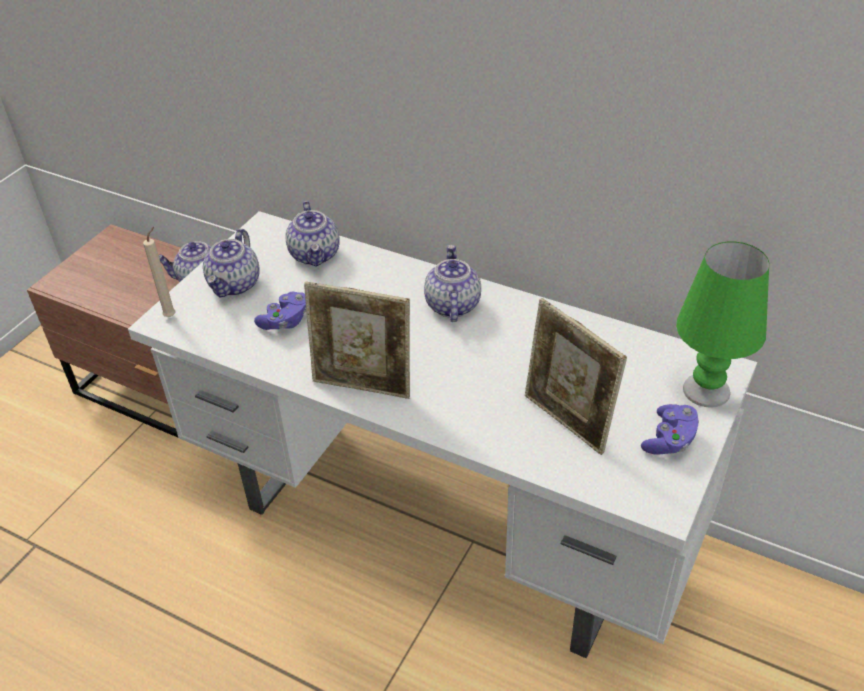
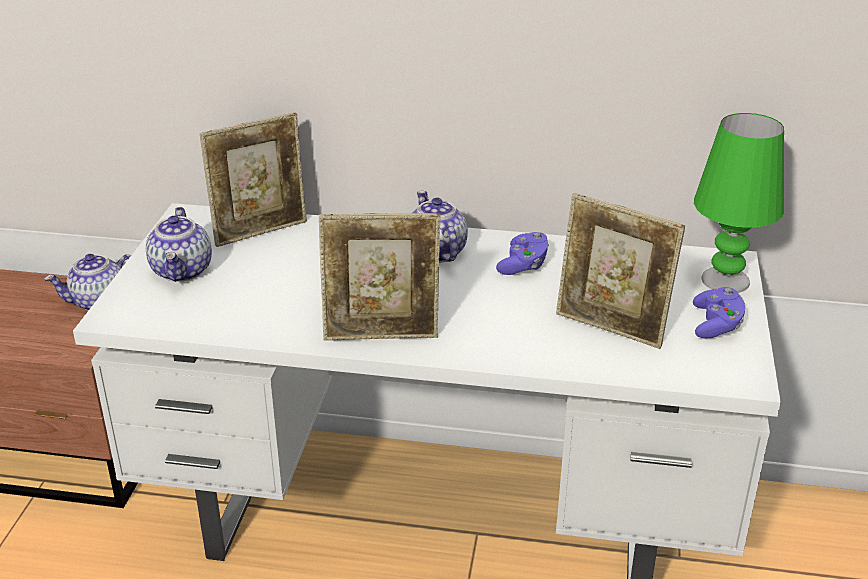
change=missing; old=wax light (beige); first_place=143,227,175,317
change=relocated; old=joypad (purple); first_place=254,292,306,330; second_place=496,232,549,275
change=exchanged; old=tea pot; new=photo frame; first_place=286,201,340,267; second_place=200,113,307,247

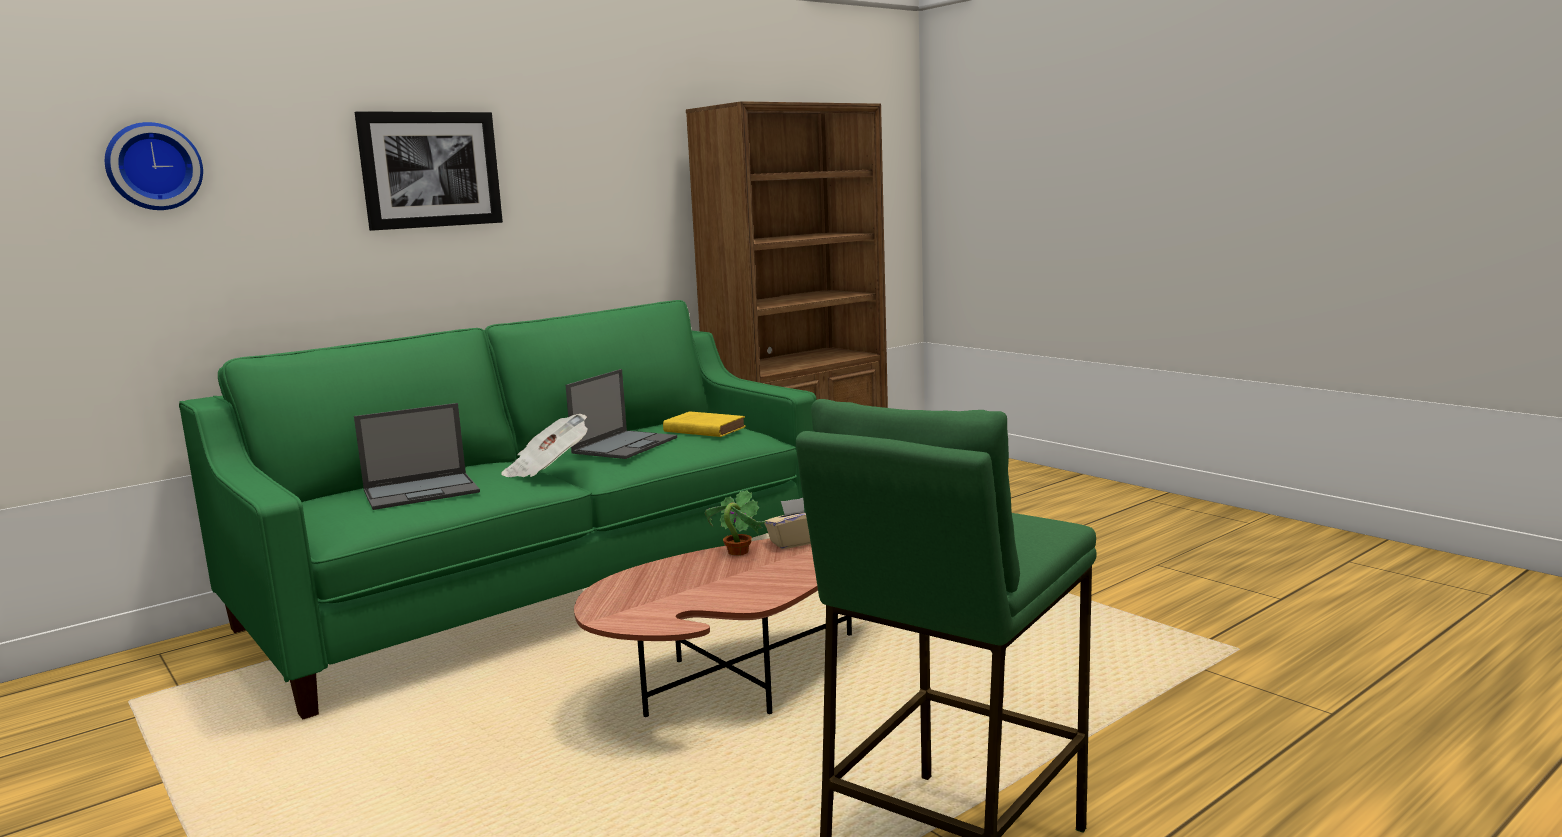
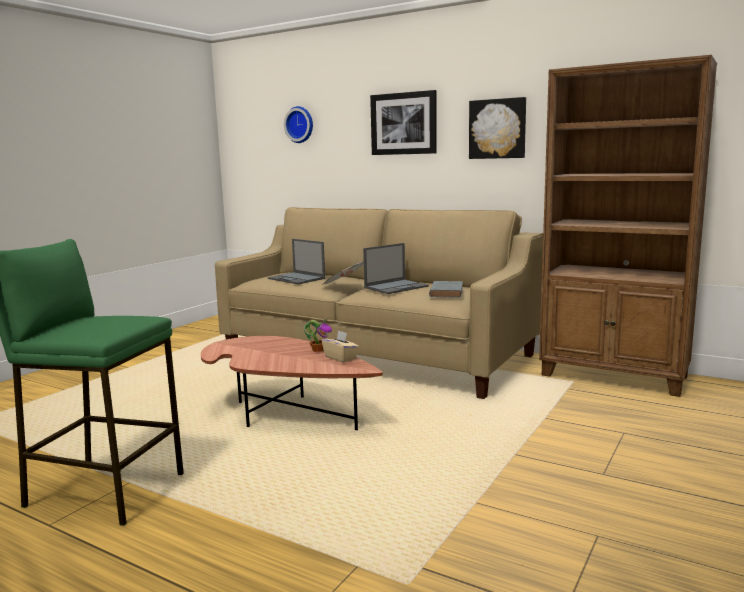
change=colour; old=couch (green); new=couch (beige); first_place=179,300,817,720; second_place=215,207,543,399
change=spun; old=laptop; first_place=566,369,677,459; second_place=363,243,429,294; degrees=-45
change=colour; old=volume (yellow); new=volume (greyish); first_place=663,411,746,437; second_place=429,281,463,298
change=appeared; new=wall art; second_place=469,97,526,159

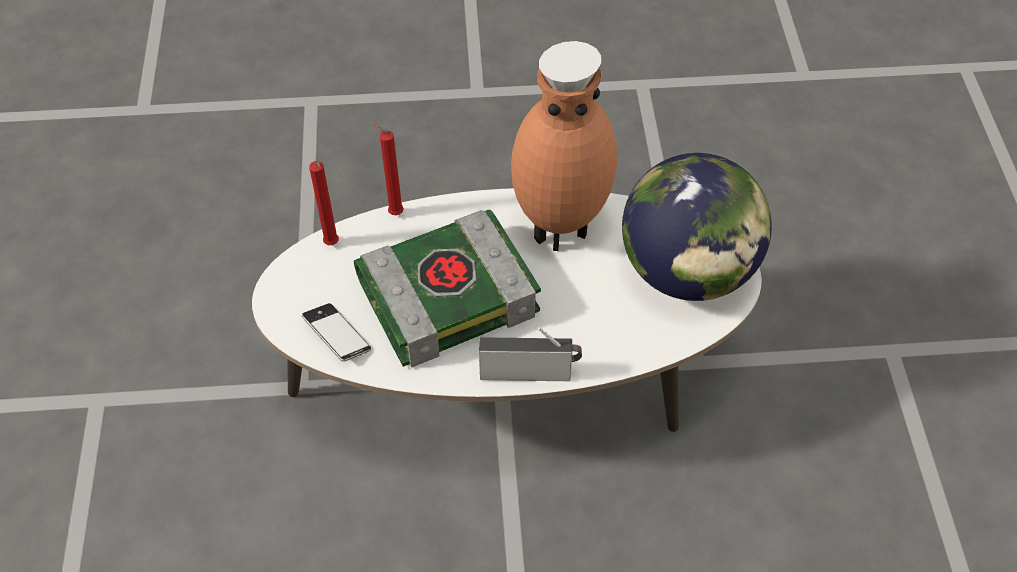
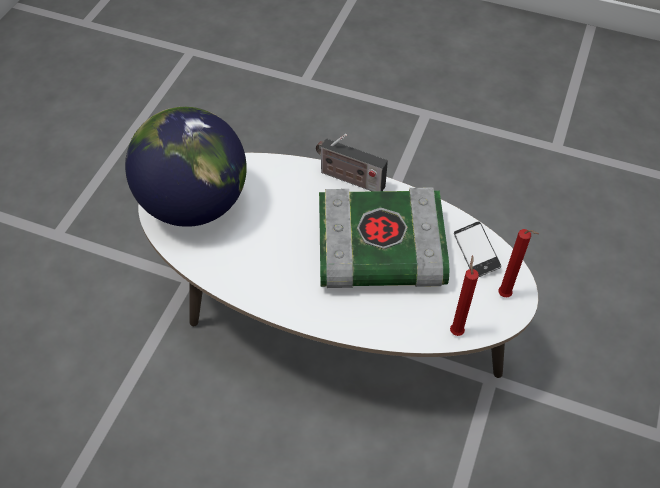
change=relocated; old=wax light (reddish); first_place=372,122,404,215; second_place=498,229,539,297
change=missing; old=decorative vase (brown-coloured); first_place=511,41,617,251

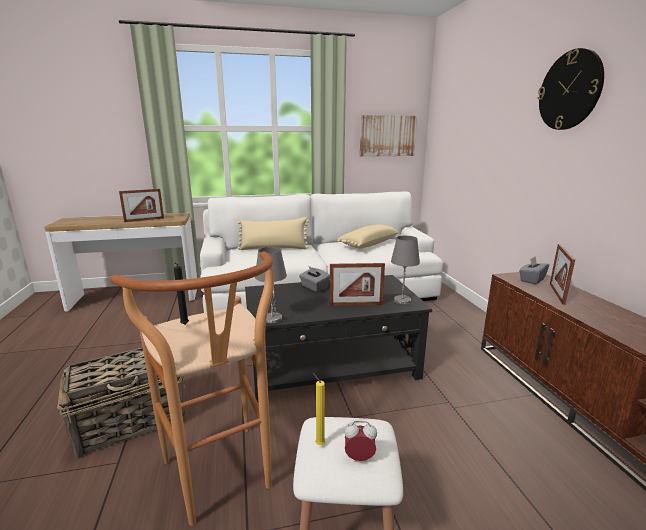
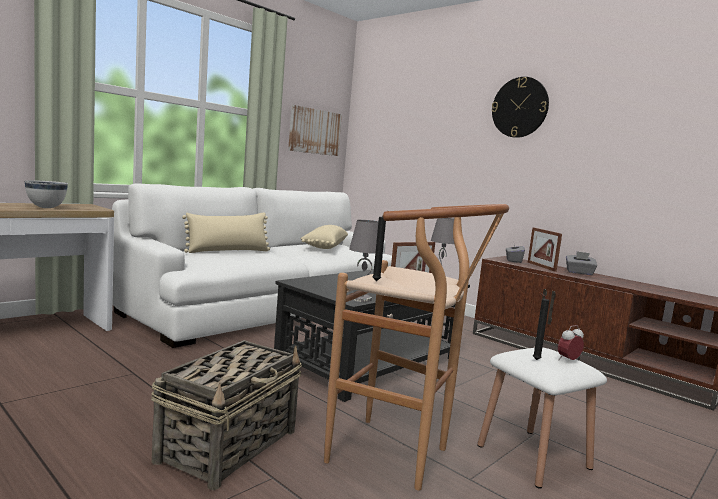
change=exchanged; old=photo frame; new=bowl (white); first_place=119,189,164,222; second_place=24,180,68,208
change=relocated; old=tissue box (greyish); first_place=299,266,330,292; second_place=566,251,597,275
change=colour; old=wax light (yellow); new=wax light (blackish); first_place=313,373,325,445; second_place=533,292,549,360

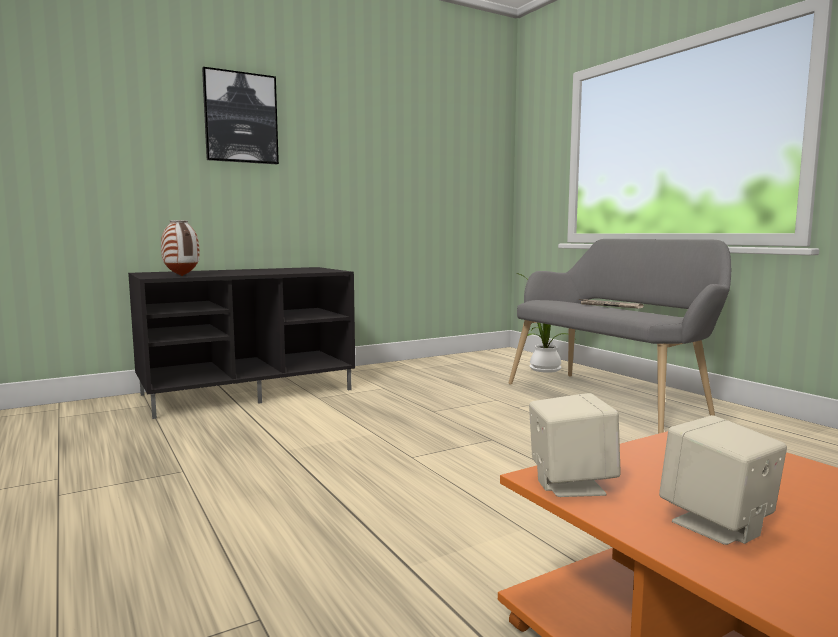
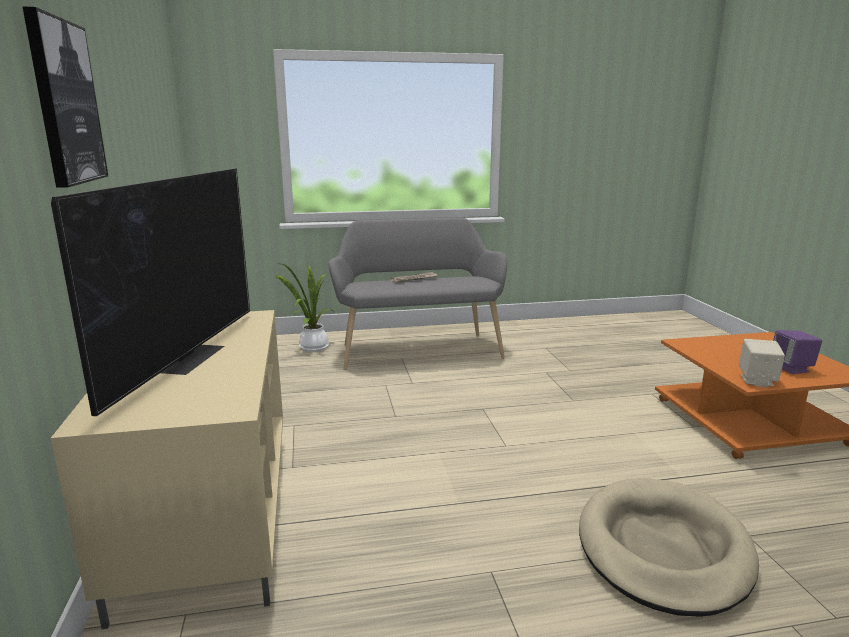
change=colour; old=tv unit (blackish); new=tv unit (beige); first_place=128,267,355,419; second_place=51,310,283,629
change=missing; old=decorative vase; first_place=161,220,200,276
change=colour; old=speaker (beige); new=speaker (purple); first_place=659,415,787,545; second_place=773,330,822,374
change=appeared; new=television; second_place=51,168,250,416
change=appeared; new=dog cushion (beige); second_place=579,478,759,617

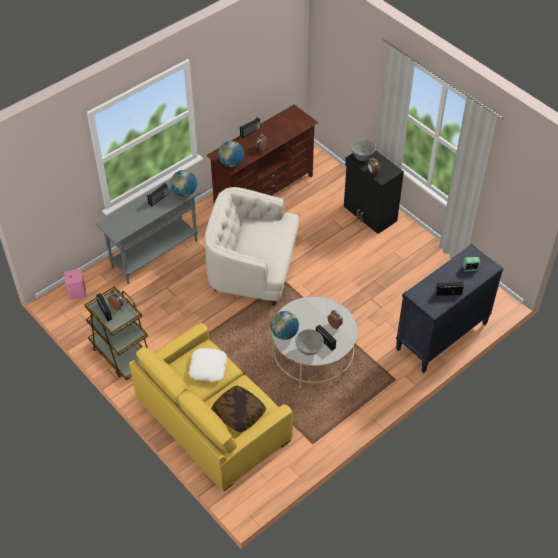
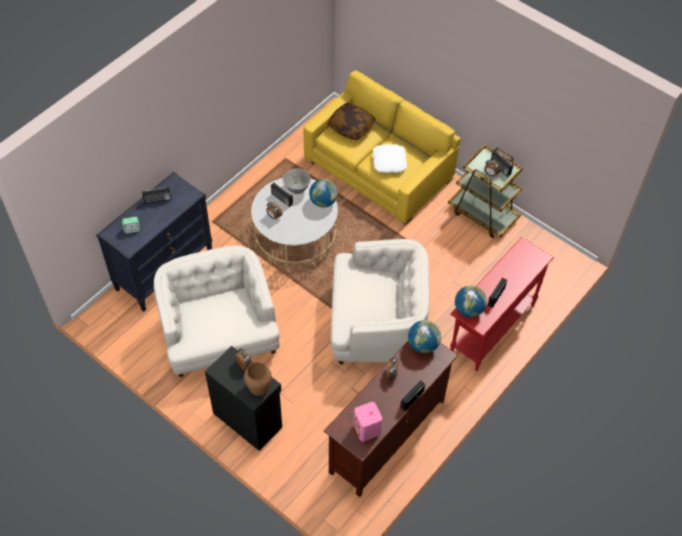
change=relocated; old=speaker (pink); first_place=64,269,86,300; second_place=354,402,382,442
change=colour; old=hall table (greyish); new=hall table (reddish); first_place=96,180,201,284; second_place=450,237,554,371
change=exchanged; old=bowl (greyish); new=decorative vase (brown-coloured); first_place=351,139,376,161; second_place=244,362,272,396
change=appeared; new=easy chair (white); second_place=154,245,280,377

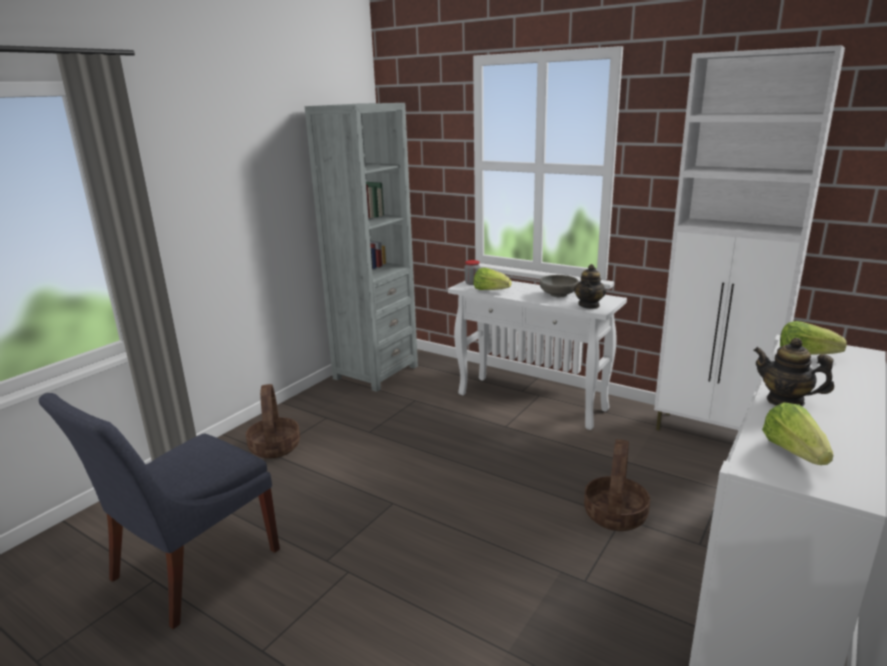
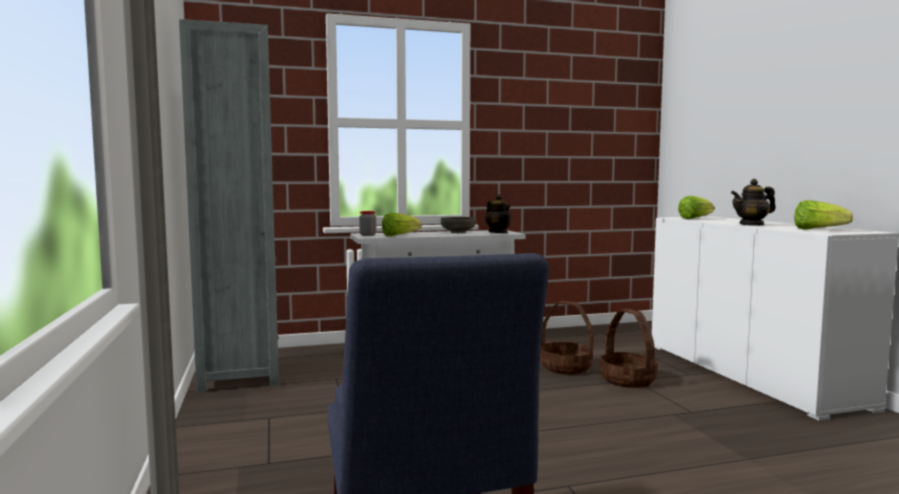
change=relocated; old=storage basket; first_place=246,384,300,459; second_place=540,301,594,375
change=missing; old=cabinet (white); first_place=654,45,845,430

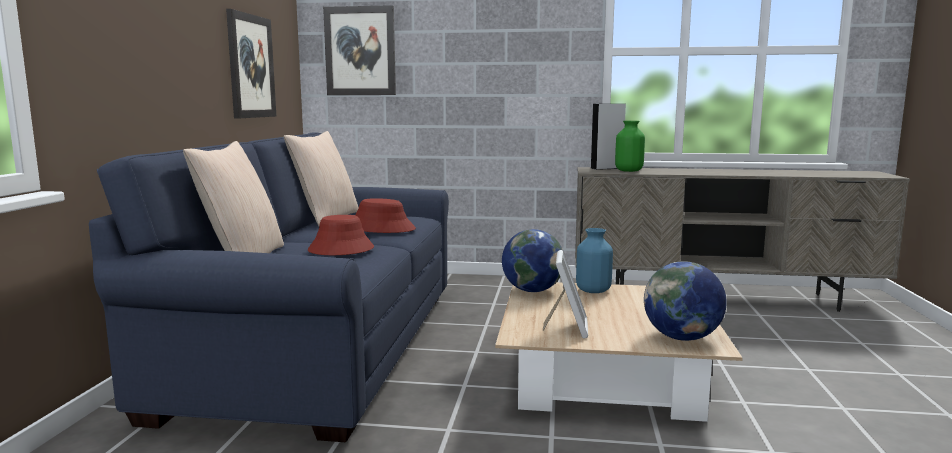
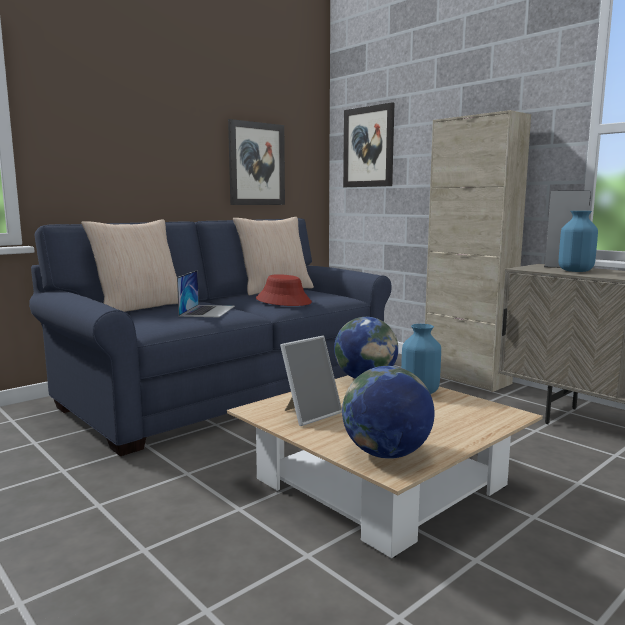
change=exchanged; old=clothing hat (reddish); new=laptop; first_place=308,215,374,255; second_place=177,270,235,317
change=colour; old=decorative vase (green); new=decorative vase (blue-coloured); first_place=615,121,645,172; second_place=558,211,598,272
change=appeared; new=cabinet (beige); second_place=425,110,531,392

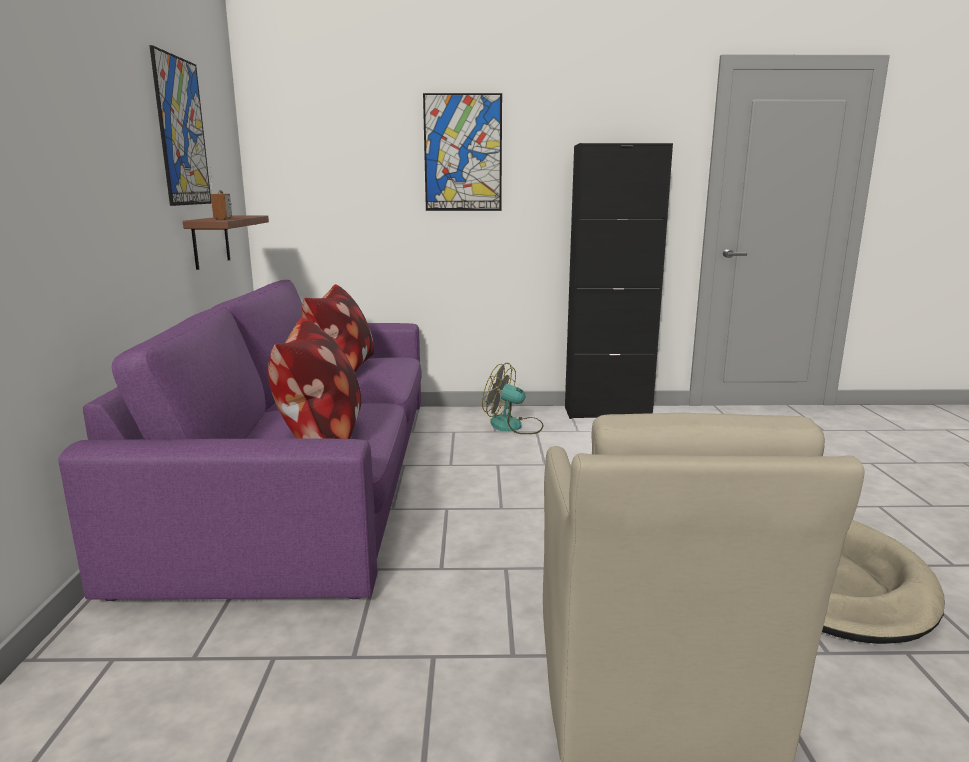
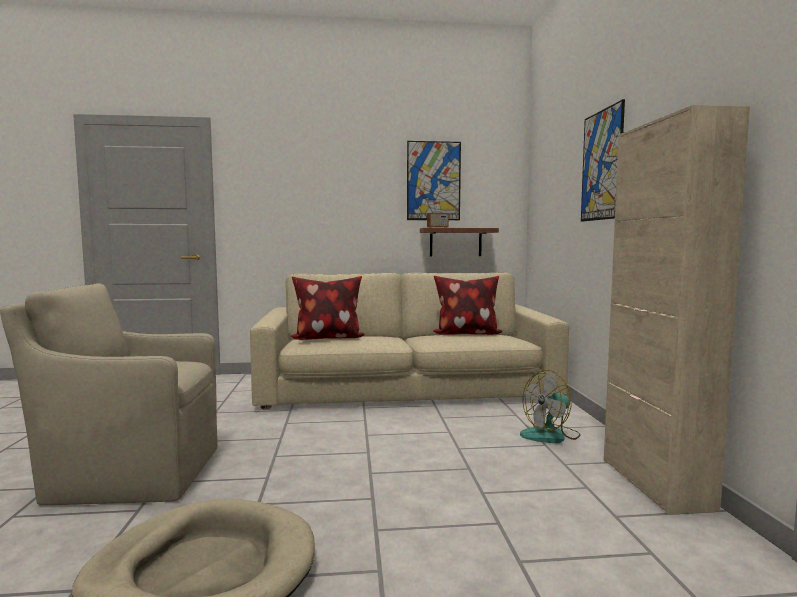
change=colour; old=couch (purple); new=couch (beige); first_place=58,280,422,601; second_place=250,273,569,409
change=spun; old=cooling fan; first_place=482,363,544,434; second_place=520,370,580,443; degrees=-135
change=colour; old=cabinet (blackish); new=cabinet (beige); first_place=565,143,673,419; second_place=604,105,750,515

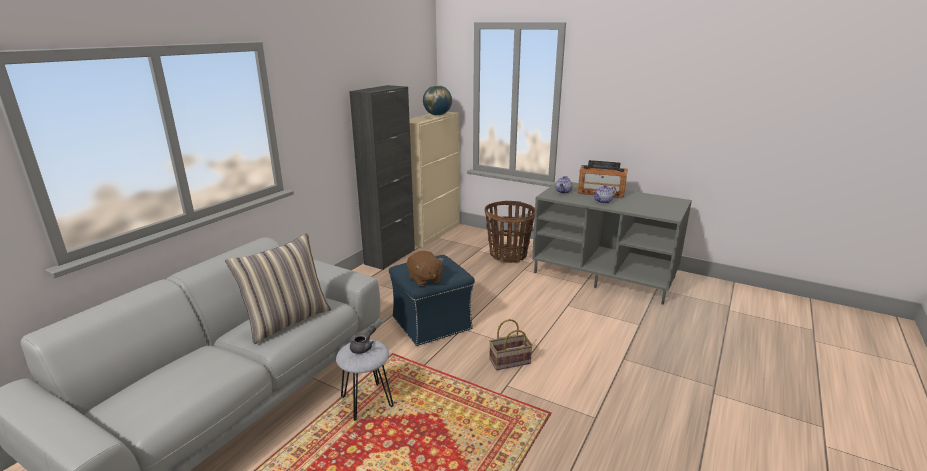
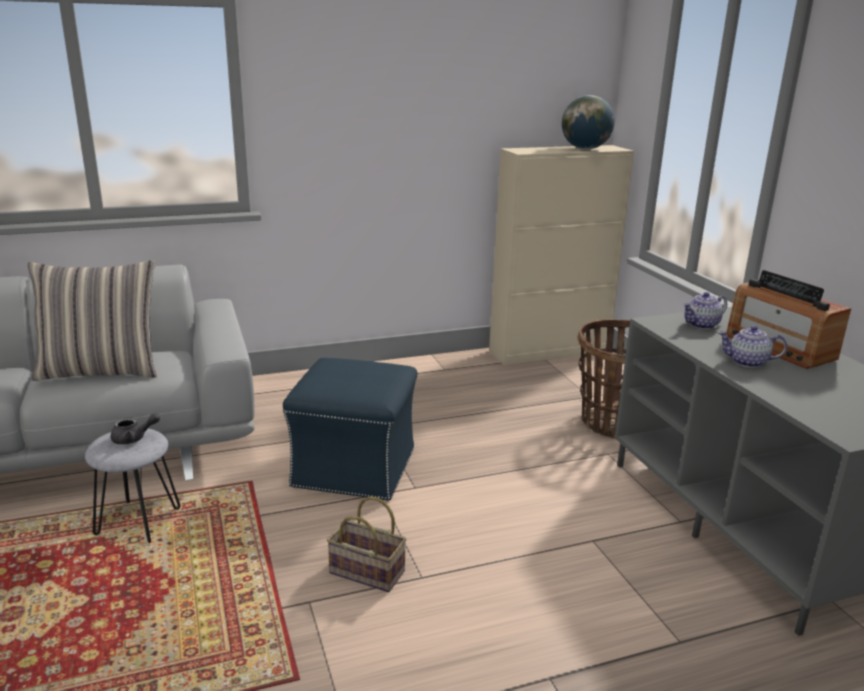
change=missing; old=cabinet (blackish); first_place=349,85,415,270
change=missing; old=plush toy (brown-coloured); first_place=407,251,444,286

